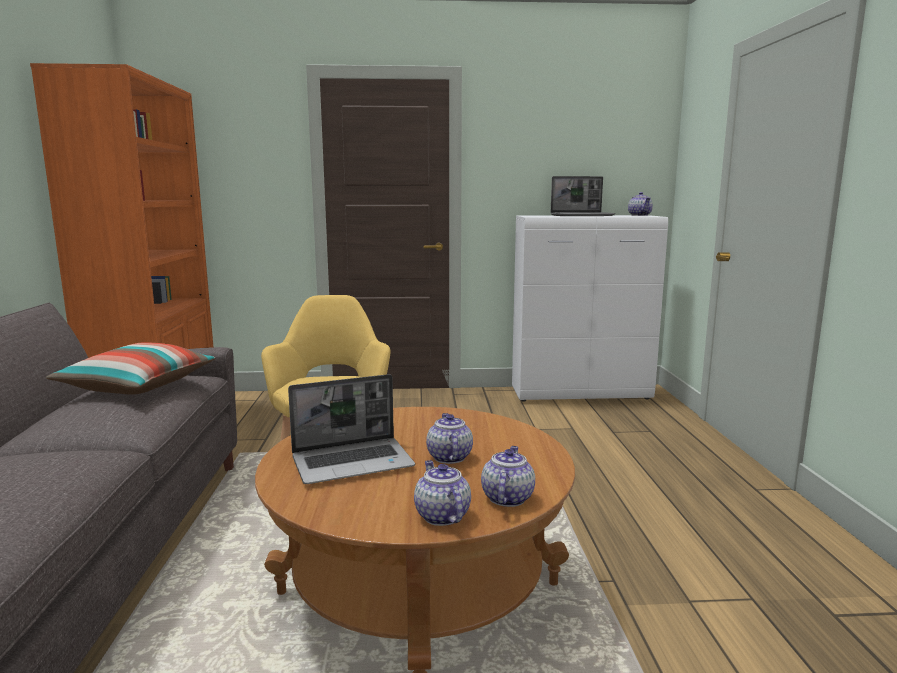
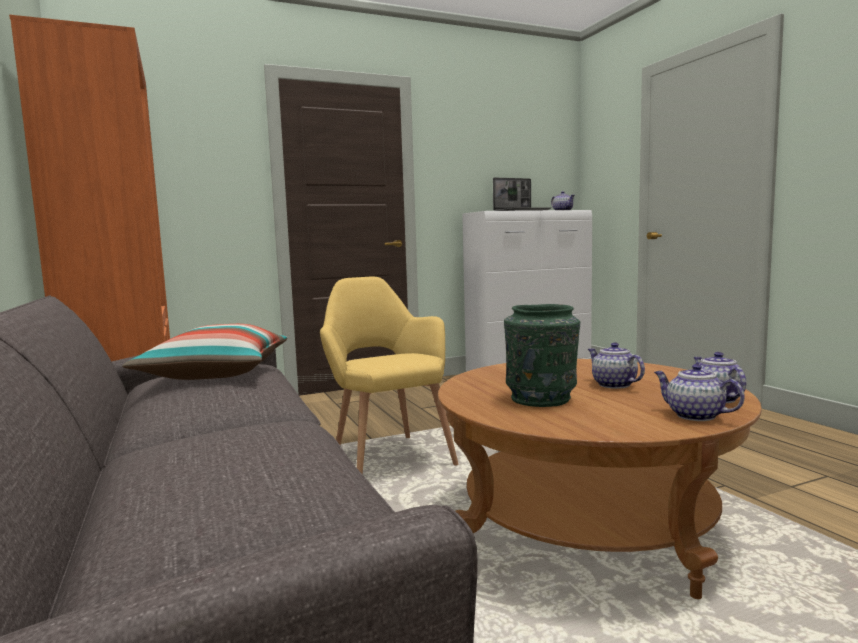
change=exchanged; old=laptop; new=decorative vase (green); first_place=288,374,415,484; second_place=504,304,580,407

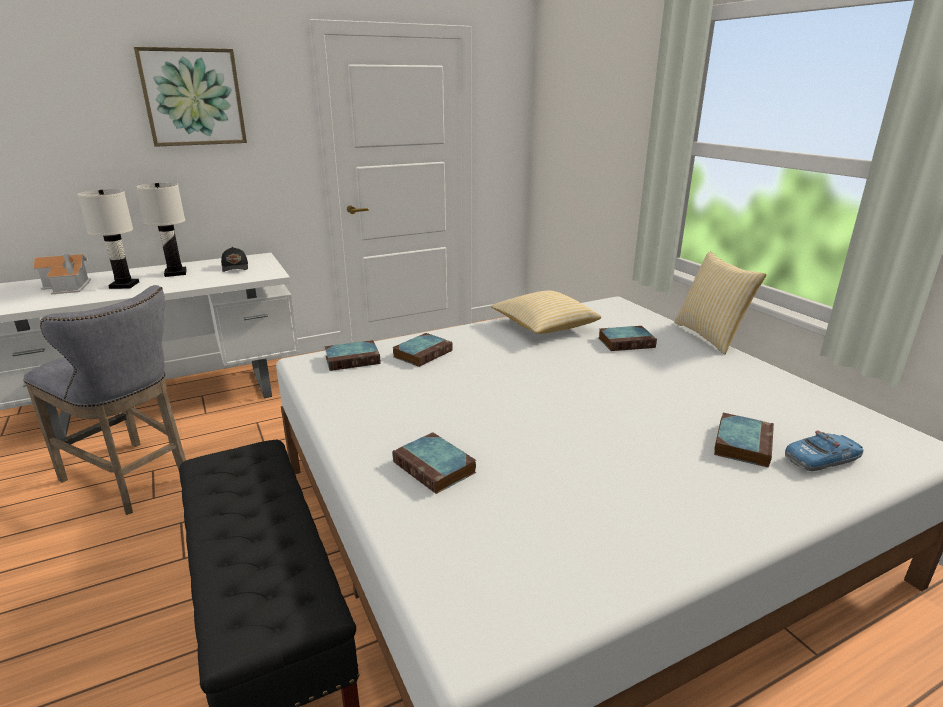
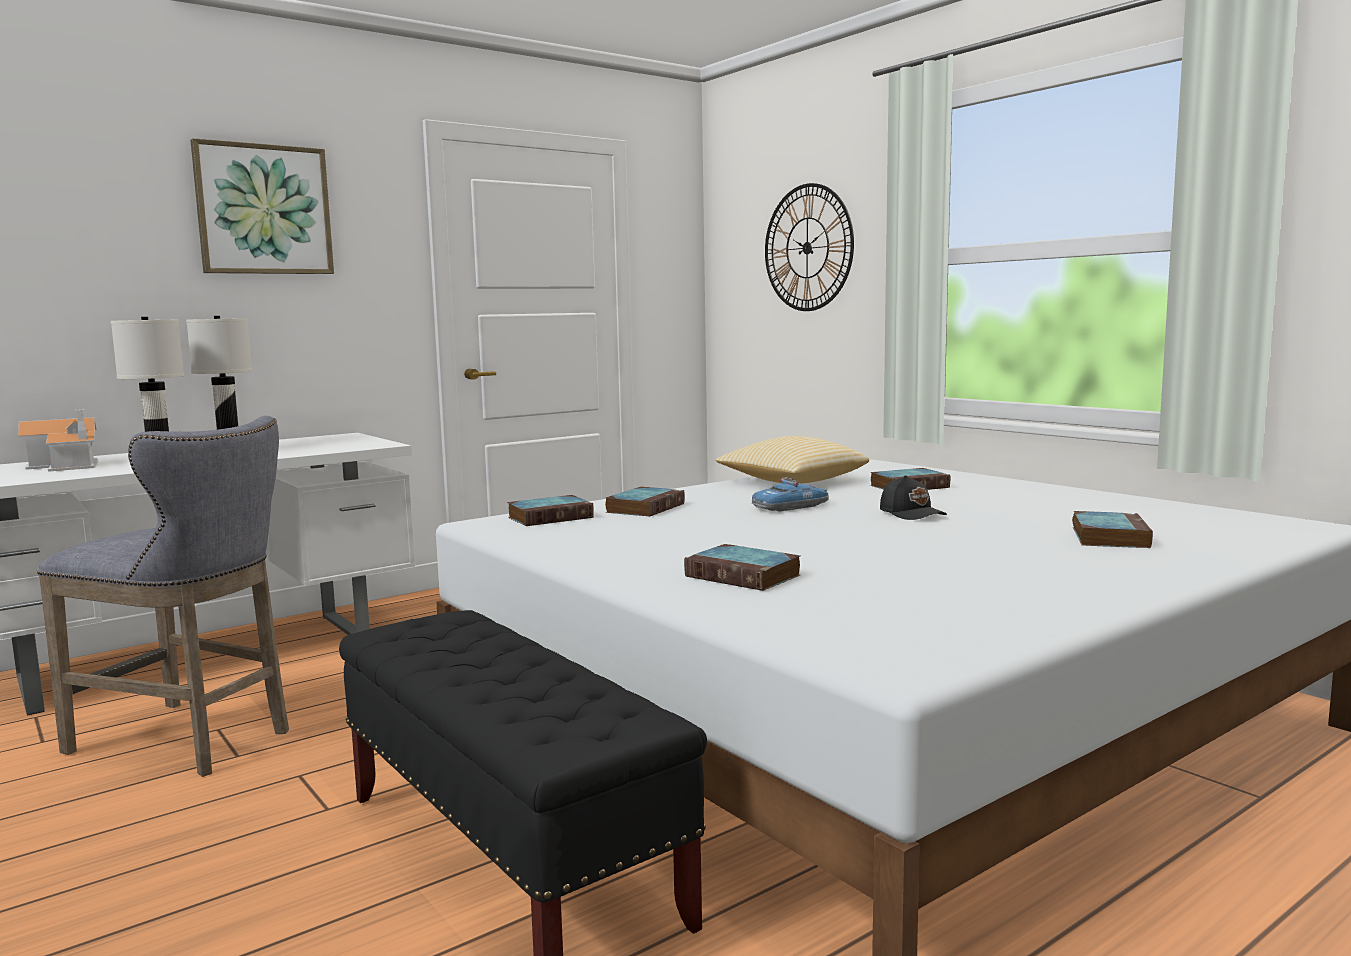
change=relocated; old=baseball cap (blackish); first_place=221,247,248,272; second_place=880,475,947,520
change=missing; old=pillow; first_place=674,252,767,354
change=relocated; old=toy car; first_place=785,430,863,471; second_place=752,477,829,512
change=appeared; new=wall clock; second_place=765,183,854,311

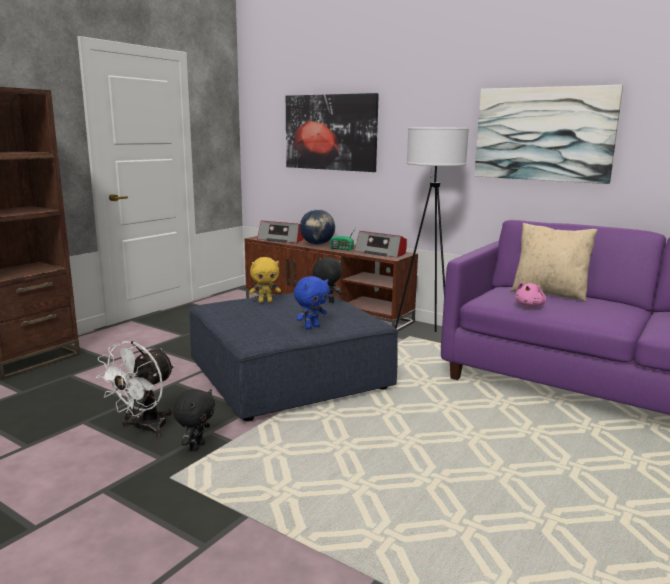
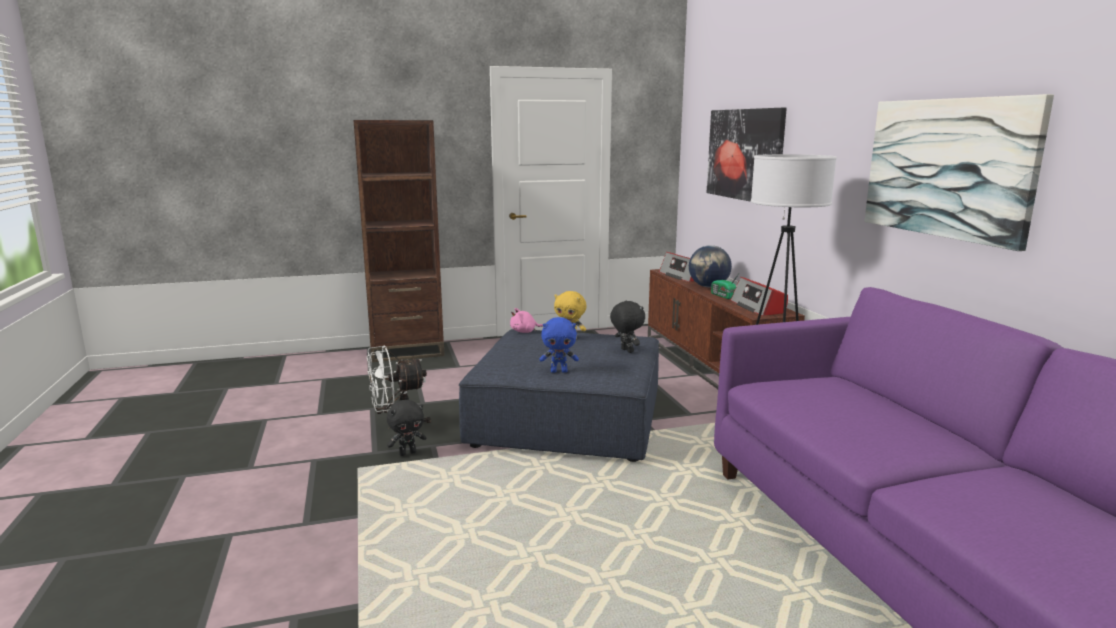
change=missing; old=pillow (beige); first_place=510,223,598,302
change=relocated; old=plush toy (pink); first_place=515,282,546,307; second_place=510,308,543,333

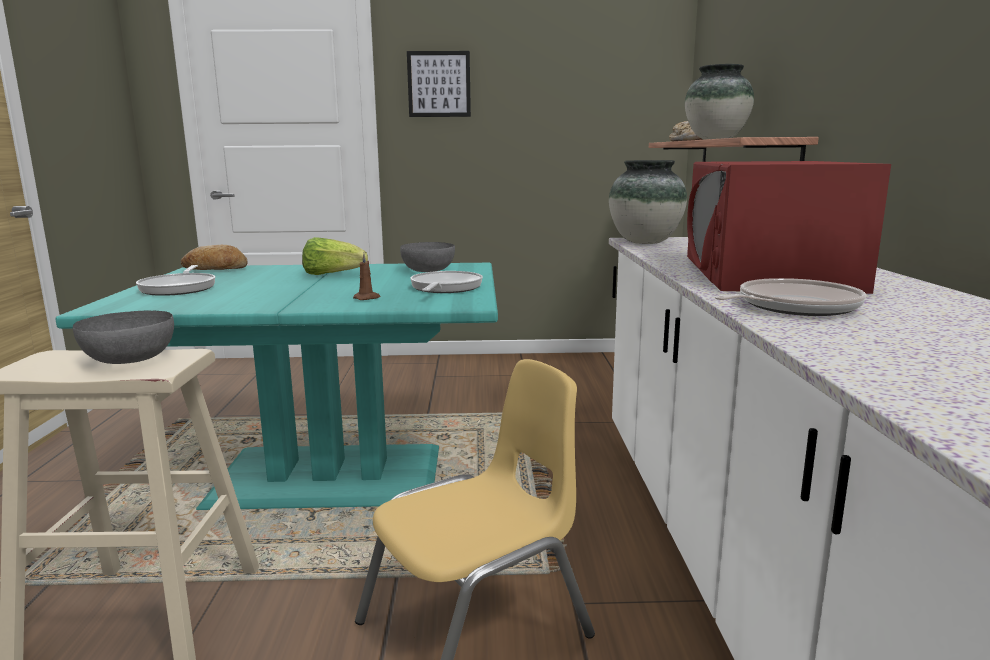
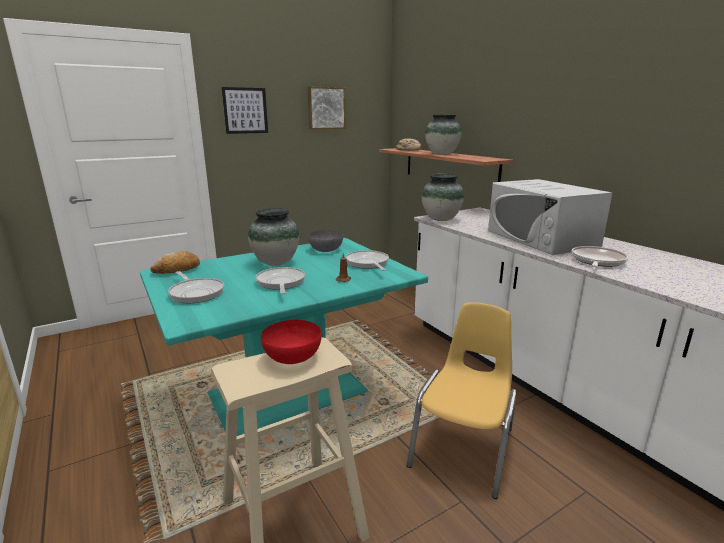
change=colour; old=bowl (greyish); new=bowl (reddish); first_place=73,311,174,364; second_place=261,320,322,364
change=exchanged; old=head of lettuce; new=decorative vase; first_place=302,237,368,275; second_place=248,208,300,266
change=colour; old=microwave (reddish); new=microwave (white); first_place=687,161,891,294; second_place=488,179,612,255
change=appeared; new=frying pan; second_place=255,267,305,294
change=appeared; new=wall art; second_place=308,86,346,129

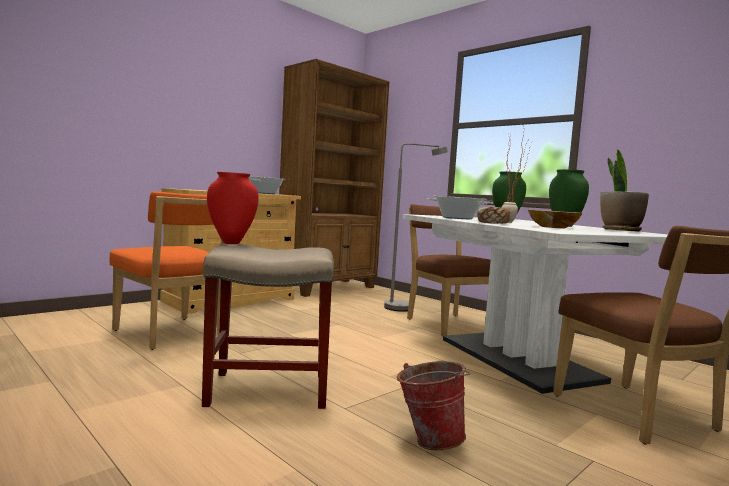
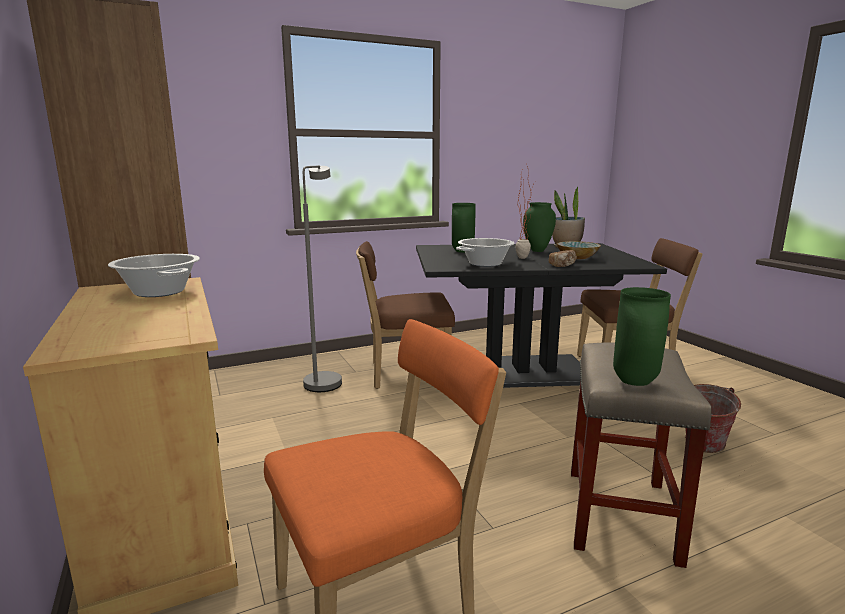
change=colour; old=decorative vase (reddish); new=decorative vase (green); first_place=207,172,259,244; second_place=613,287,671,386
change=colour; old=kitchen table (white); new=kitchen table (blackish); first_place=403,214,668,394; second_place=416,243,667,388

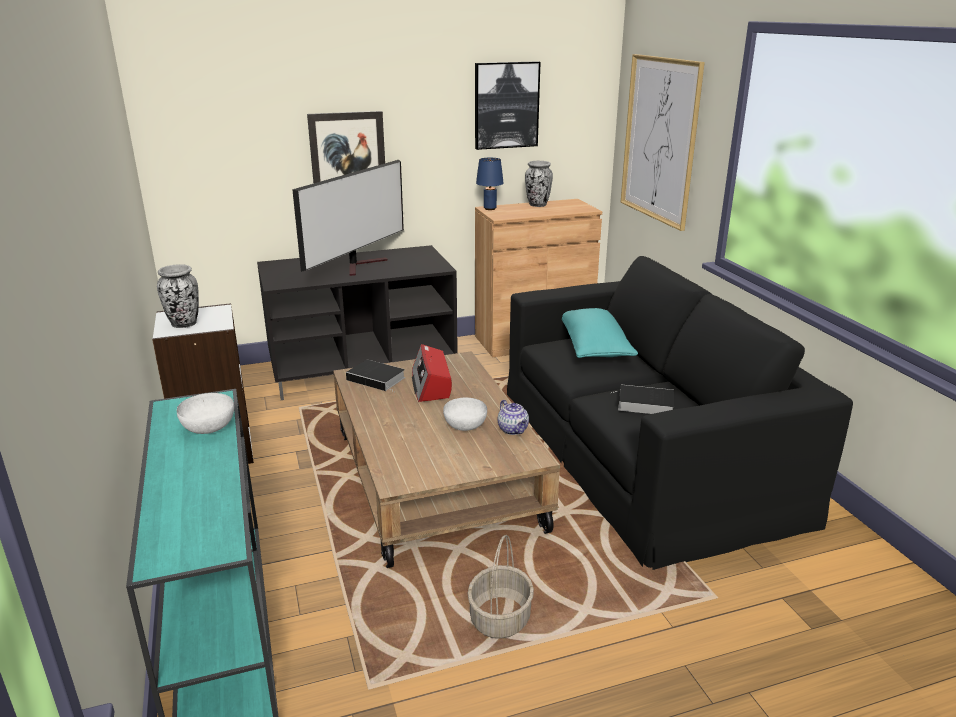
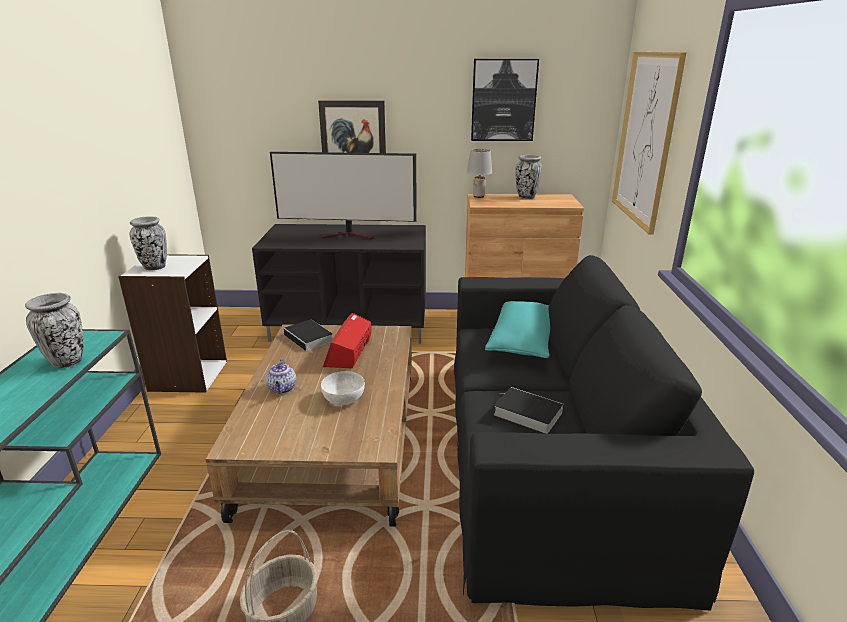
change=exchanged; old=bowl (white); new=decorative vase; first_place=177,393,234,434; second_place=25,293,84,368
change=spun; old=television; first_place=292,160,404,276; second_place=270,152,417,240; degrees=45
change=colour; old=table lamp (blue-coloured); new=table lamp (greyish); first_place=476,158,504,210; second_place=467,149,492,198
change=relocated; old=tea pot; first_place=497,400,529,435; second_place=266,359,296,394

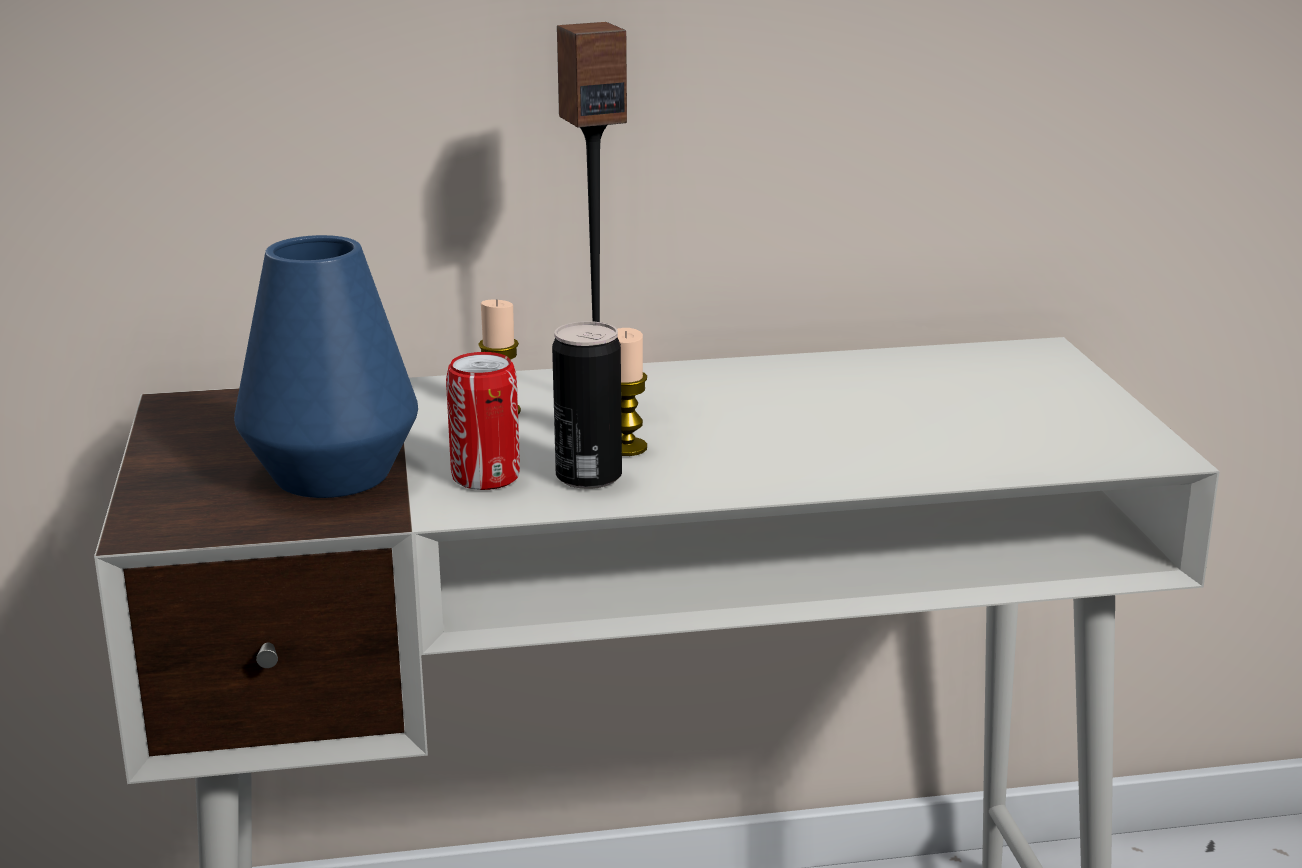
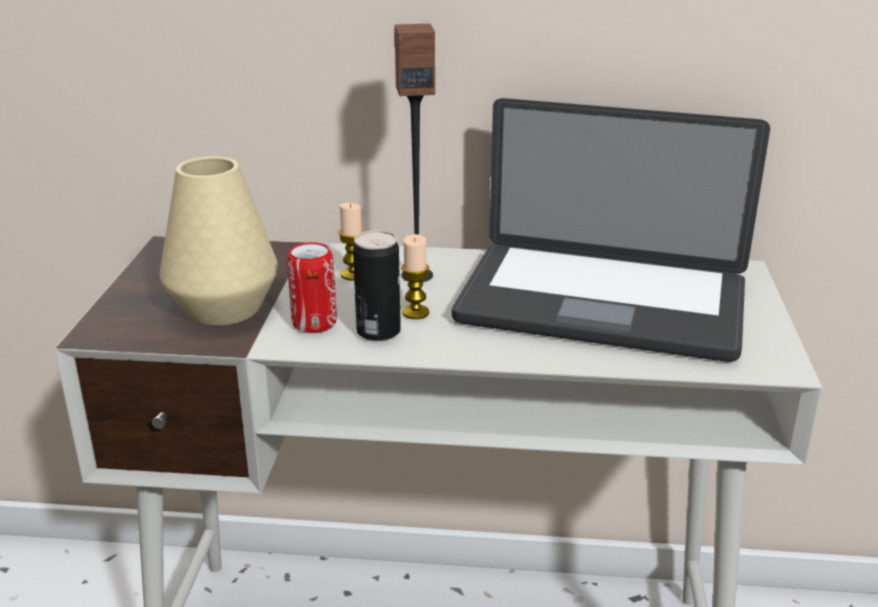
change=colour; old=decorative vase (blue-coloured); new=decorative vase (beige); first_place=234,235,418,498; second_place=159,156,278,326
change=appeared; new=laptop; second_place=452,98,770,362

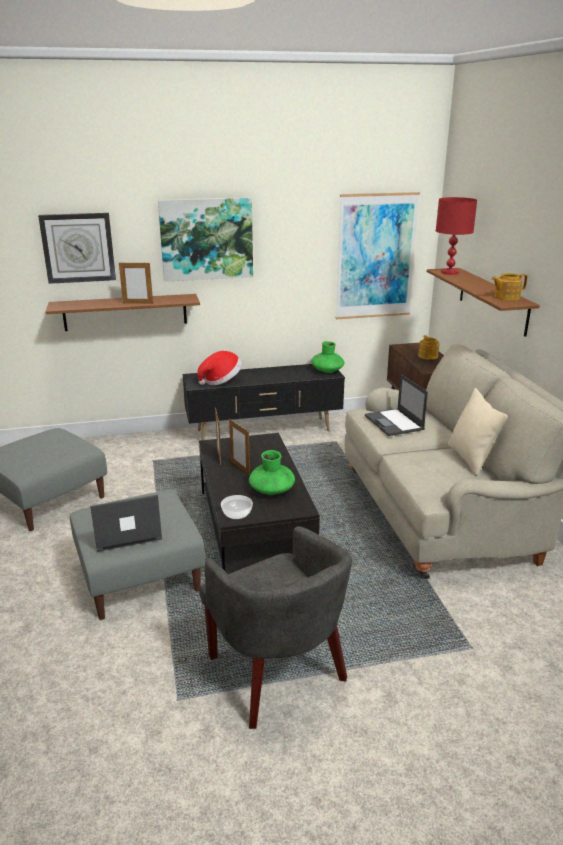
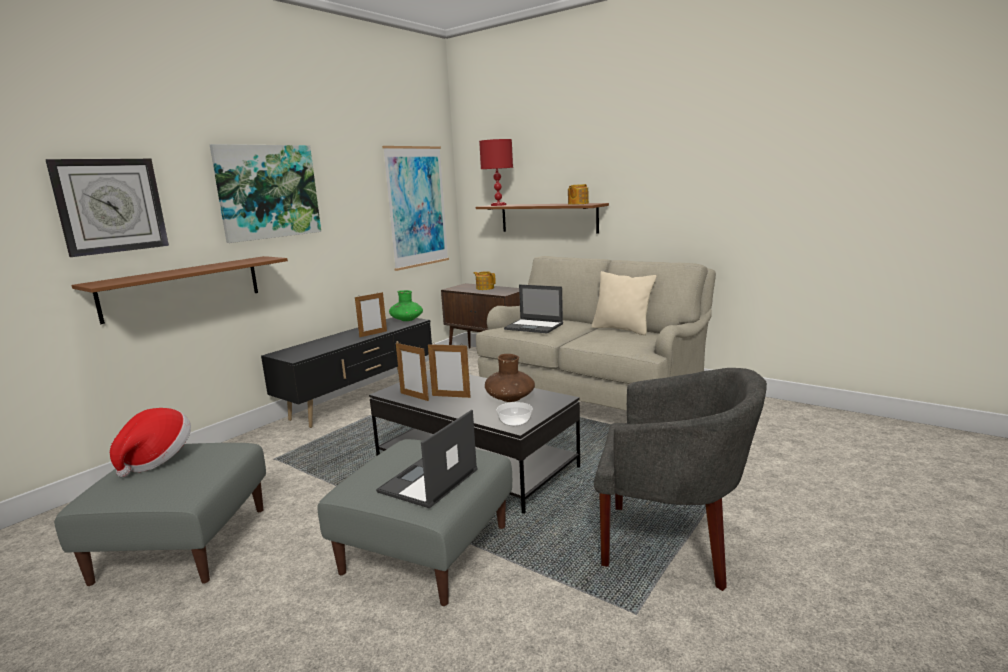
change=relocated; old=photo frame; first_place=119,261,153,304; second_place=355,292,387,337
change=relocated; old=clothing hat; first_place=197,351,242,385; second_place=110,408,191,477
change=colour; old=decorative vase (green); new=decorative vase (brown-coloured); first_place=249,450,295,495; second_place=485,354,535,402

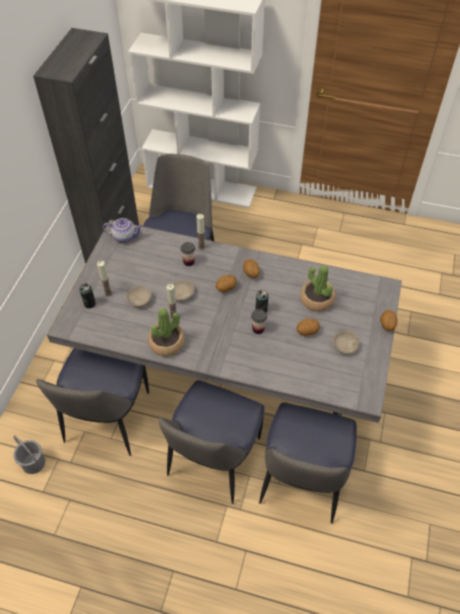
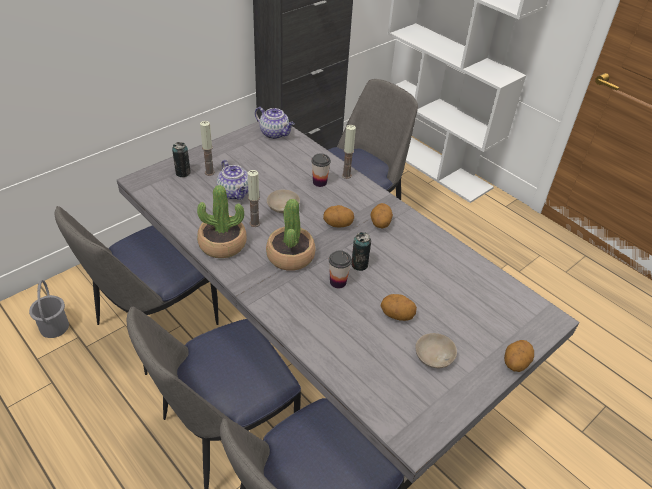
change=exchanged; old=bowl (beige); new=tea pot; first_place=126,286,151,307; second_place=217,160,248,200
change=relocated; old=potted plant; first_place=300,265,335,312; second_place=266,199,315,271

